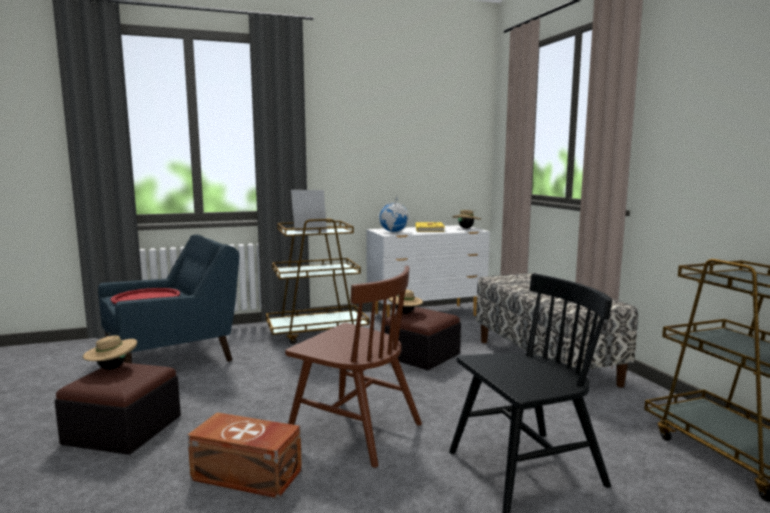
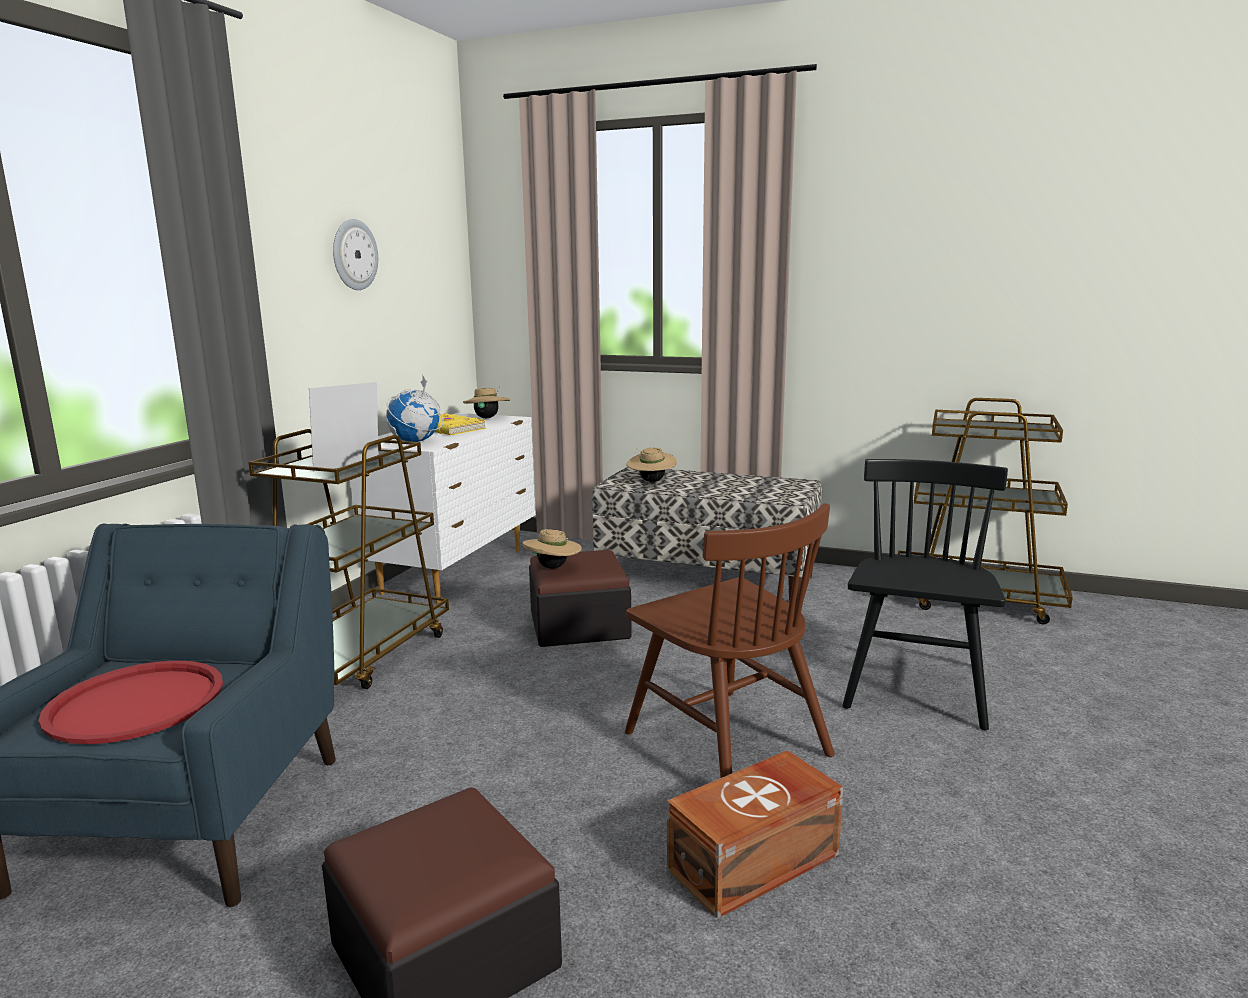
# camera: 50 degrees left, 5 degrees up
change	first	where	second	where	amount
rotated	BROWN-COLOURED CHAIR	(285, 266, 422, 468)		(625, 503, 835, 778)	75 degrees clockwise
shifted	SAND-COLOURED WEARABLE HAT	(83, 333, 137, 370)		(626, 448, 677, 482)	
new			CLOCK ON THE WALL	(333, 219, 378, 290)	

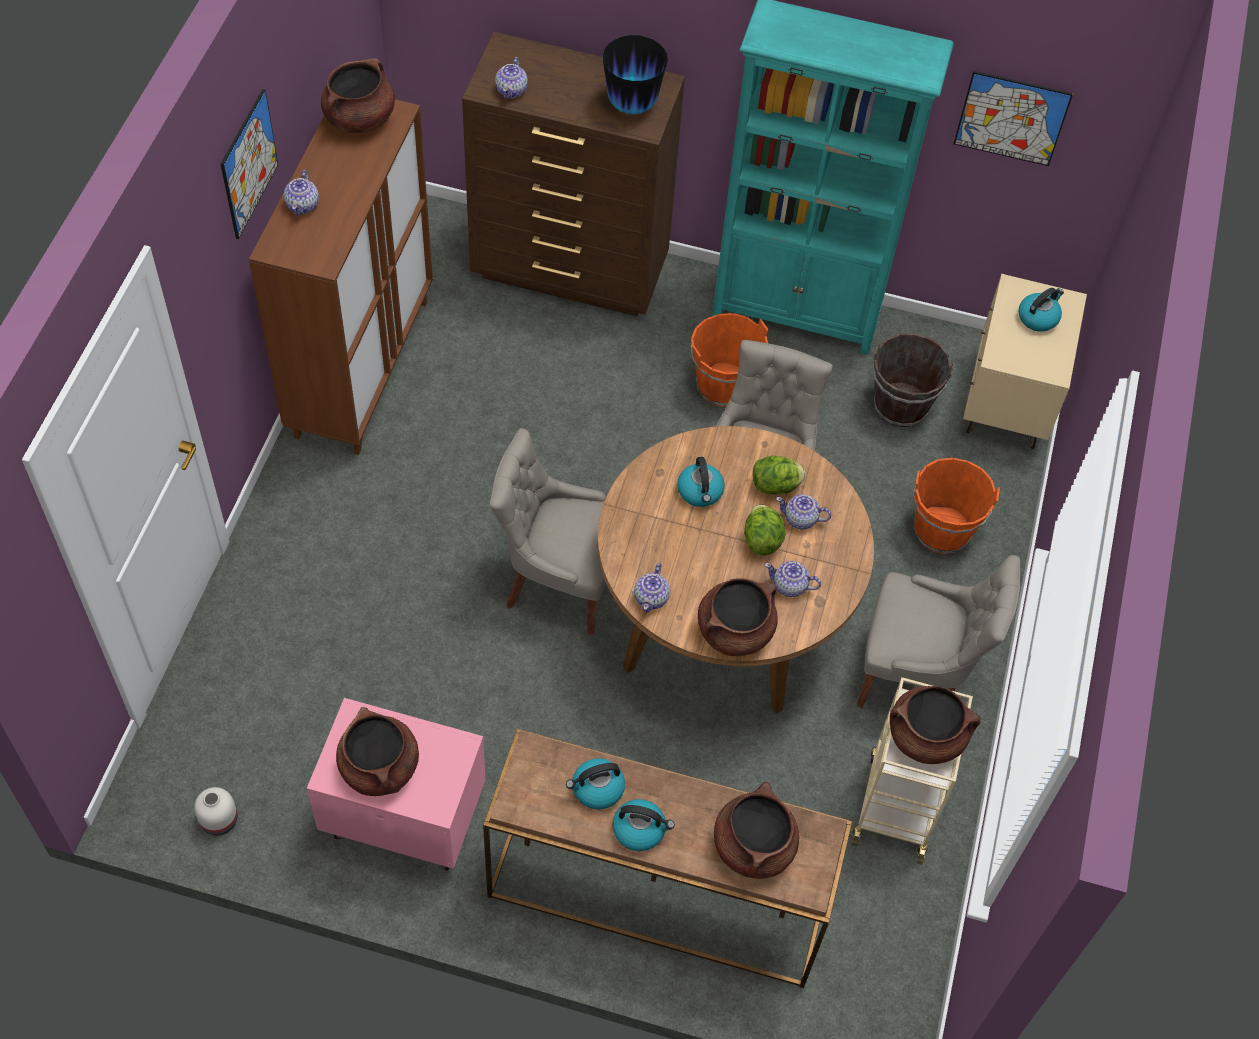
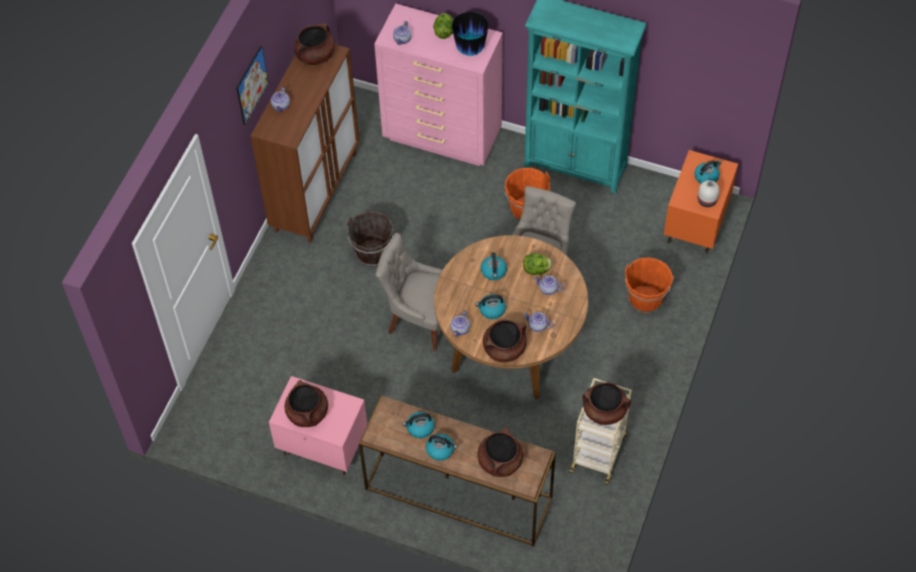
# camera: 10 degrees right, 0 degrees up
change	first	where	second	where	amount
repainted	BROWN-COLOURED CHEST OF DRAWERS	(462, 32, 685, 316)	PINK-COLOURED CHEST OF DRAWERS	(374, 4, 503, 166)	
gone	PICTURE	(954, 71, 1073, 166)			
repainted	SAND-COLOURED NIGHT TABLE	(963, 274, 1087, 449)	ORANGE NIGHT TABLE	(664, 150, 738, 254)	
shifted	BROWN-COLOURED WATER BUCKET	(873, 333, 955, 427)		(347, 211, 393, 266)	
shifted	LETTUCE	(744, 504, 785, 556)		(433, 13, 454, 39)	
gone	GREYISH CHAIR	(857, 555, 1020, 708)			
shifted	WHITE-COLOURED VASE	(194, 787, 237, 836)		(698, 180, 720, 207)	
new			KETTLE	(475, 294, 506, 319)	

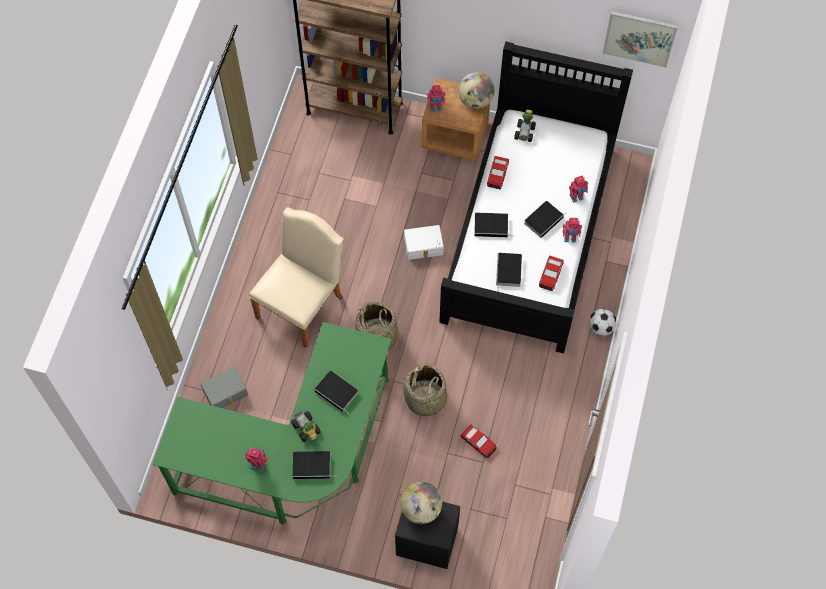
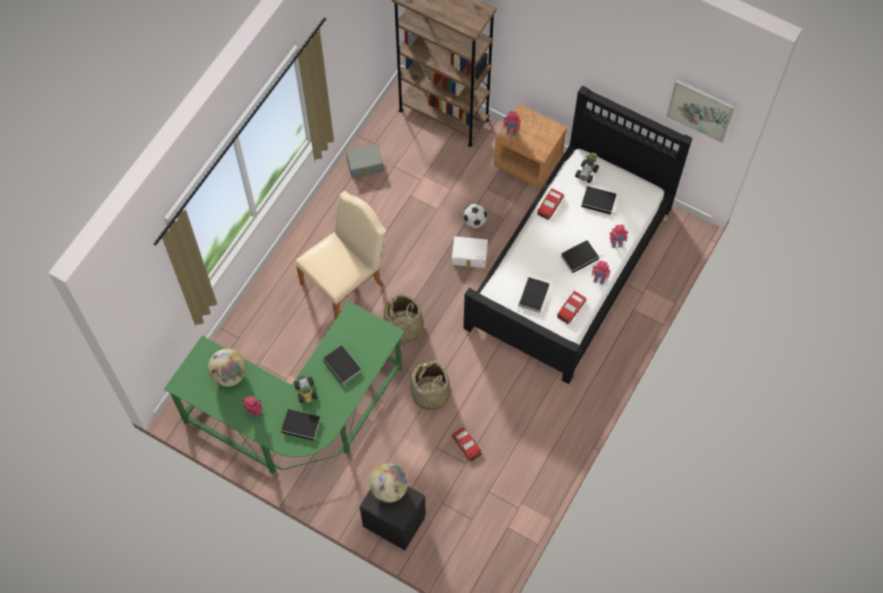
# camera: 15 degrees right, 0 degrees up
change	first	where	second	where	amount
shifted	GLOBE	(458, 72, 495, 109)		(208, 349, 246, 387)	
shifted	VOLUME	(474, 213, 514, 237)		(581, 186, 617, 215)	
shifted	BALL FOR FOOTBALL	(589, 309, 616, 336)		(463, 204, 487, 228)	
shifted	GREYISH STORAGE BOX	(201, 367, 248, 408)		(346, 144, 383, 178)	

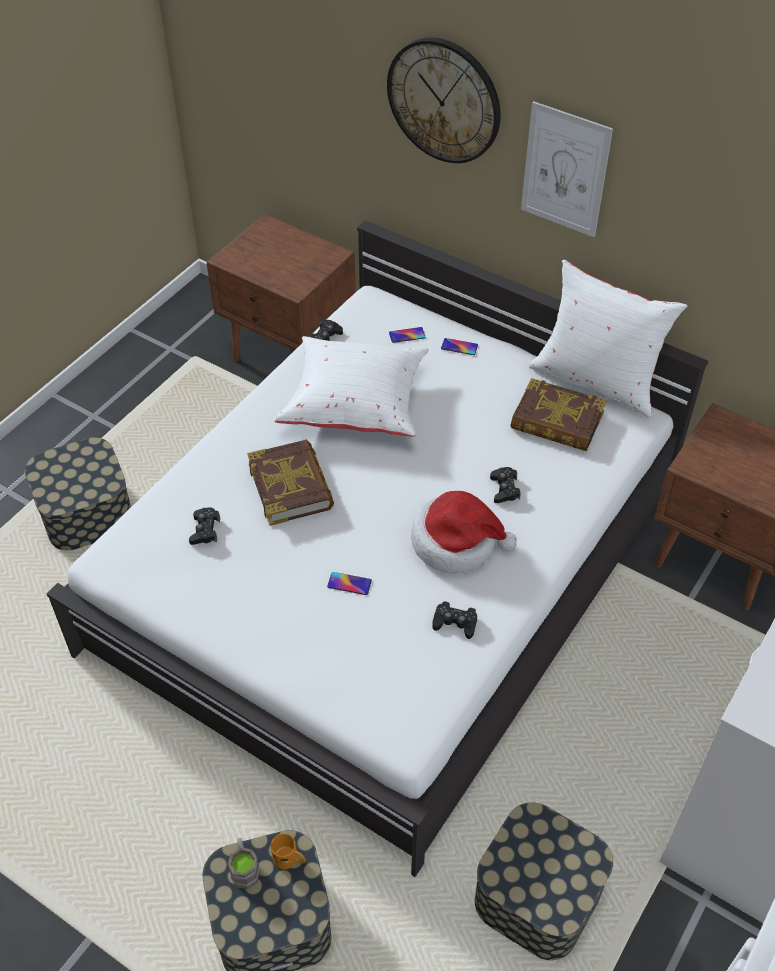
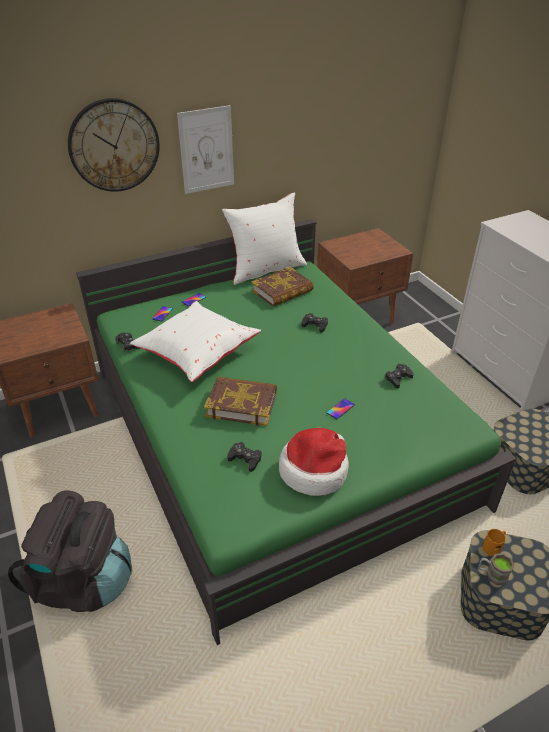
# camera: 60 degrees left, 10 degrees down
change	first	where	second	where	amount
repainted	WHITE-COLOURED BEDROOM BED	(46, 221, 709, 877)	GREEN-COLOURED BEDROOM BED	(76, 219, 517, 645)	
swapped	STORAGE BOX	(25, 437, 131, 550)	BLACK-COLOURED BACKPACK	(8, 490, 132, 612)	
shifted	WEARABLE HAT	(411, 491, 517, 573)		(279, 428, 349, 496)	

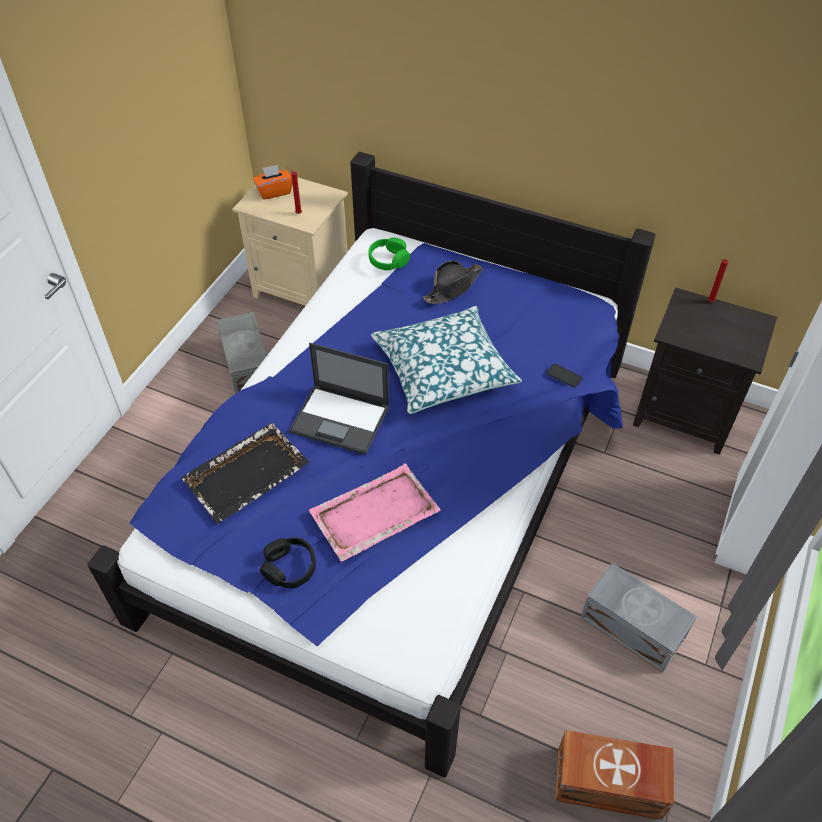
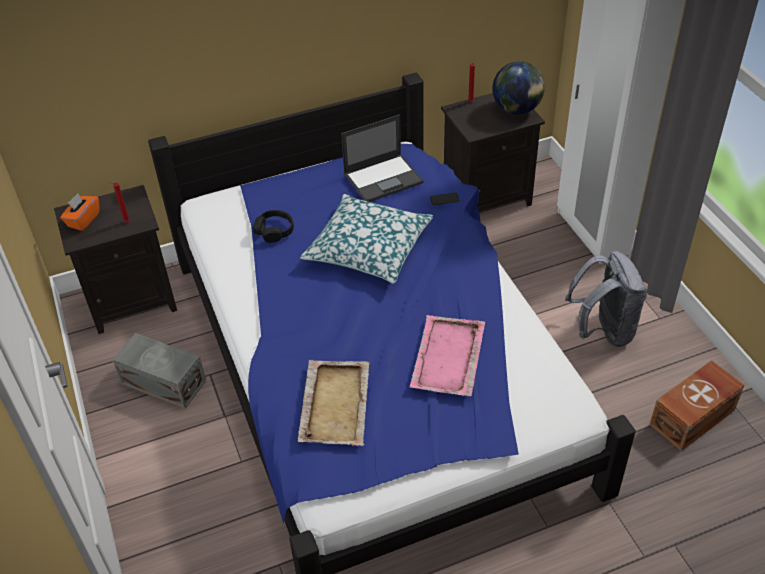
# camera: 45 degrees left, 5 degrees down
change	first	where	second	where	amount
repainted	SAND-COLOURED NIGHT TABLE	(232, 177, 348, 306)	BLACK-COLOURED NIGHT TABLE	(54, 185, 177, 334)	
gone	GREEN-COLOURED HEADPHONES	(369, 237, 410, 270)			
gone	BLACK-COLOURED WEARABLE HAT	(423, 261, 483, 304)			
shifted	LAPTOP	(289, 343, 390, 455)		(341, 115, 424, 202)	
repainted	BLACK-COLOURED SERVING TRAY	(181, 422, 309, 524)	SAND-COLOURED SERVING TRAY	(298, 360, 369, 446)	
shifted	BLACK-COLOURED HEADPHONES	(260, 538, 316, 588)		(253, 210, 294, 243)	
swapped	GREYISH STORAGE BOX	(580, 563, 697, 673)	GREYISH BACKPACK	(566, 251, 647, 347)	
new			GLOBE	(492, 61, 545, 115)	

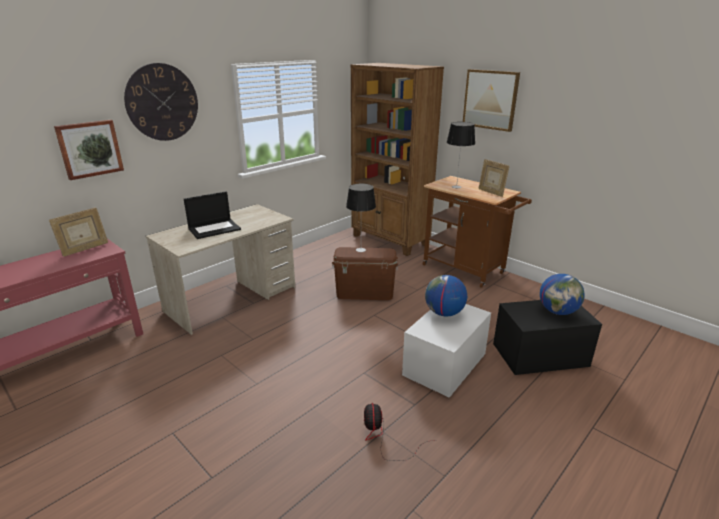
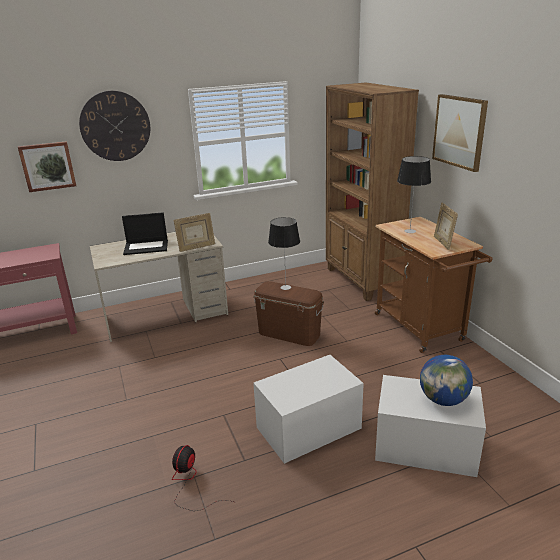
# camera: 25 degrees right, 0 degrees up
change	first	where	second	where	amount
shifted	PICTURE FRAME	(49, 207, 108, 257)		(174, 213, 215, 252)	
gone	GLOBE	(425, 275, 467, 317)			
repainted	BLACK-COLOURED STORAGE BOX	(493, 300, 602, 375)	WHITE-COLOURED STORAGE BOX	(375, 375, 486, 477)	

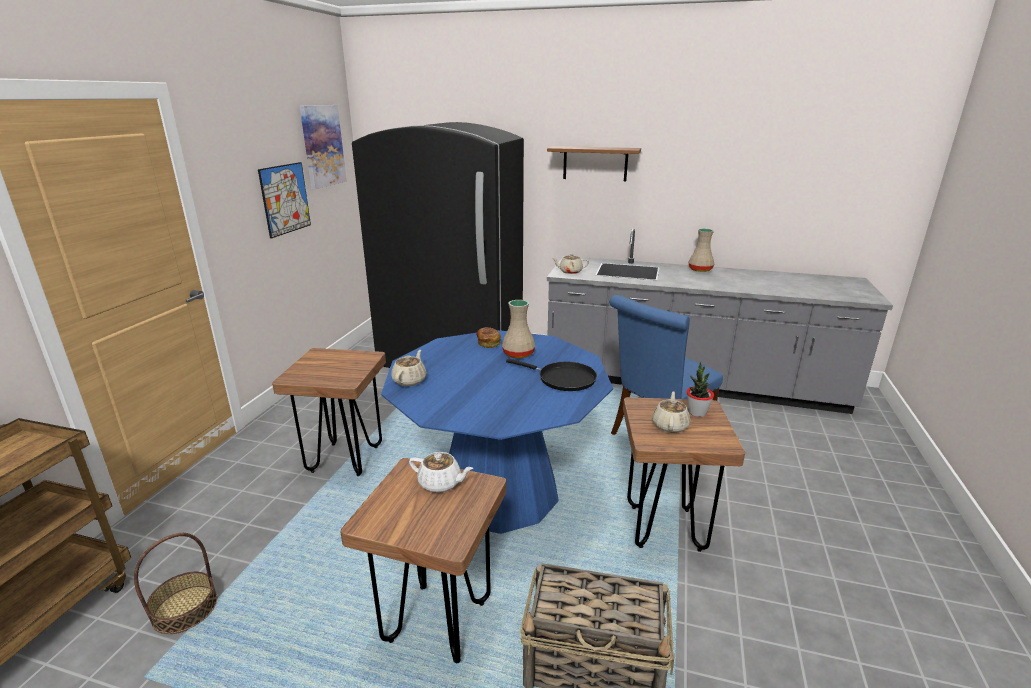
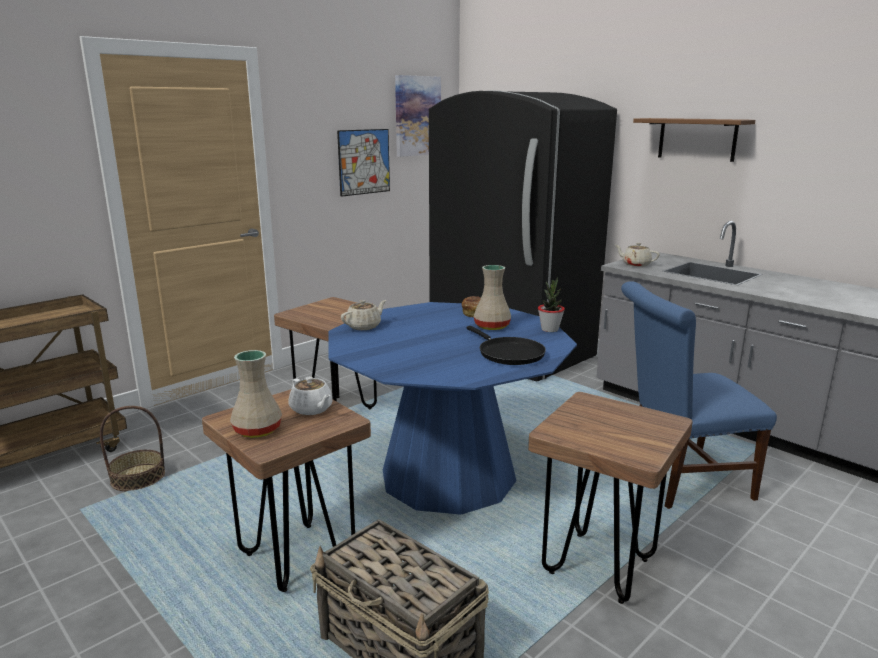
# camera: 30 degrees right, 5 degrees down
change	first	where	second	where	amount
shifted	SAND-COLOURED VASE	(689, 229, 714, 272)		(230, 350, 282, 438)	
shifted	HOUSEPLANT	(686, 362, 714, 417)		(538, 278, 565, 332)	
gone	SAND-COLOURED TEA POT	(652, 391, 690, 433)			

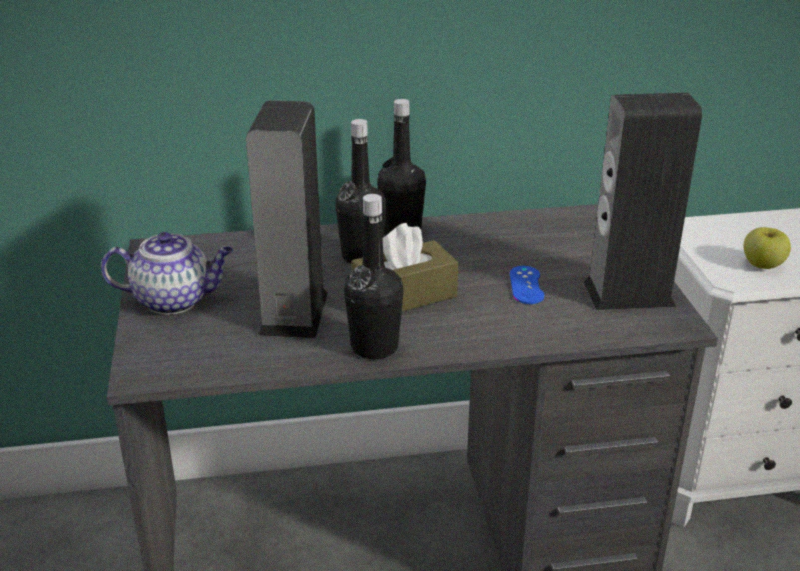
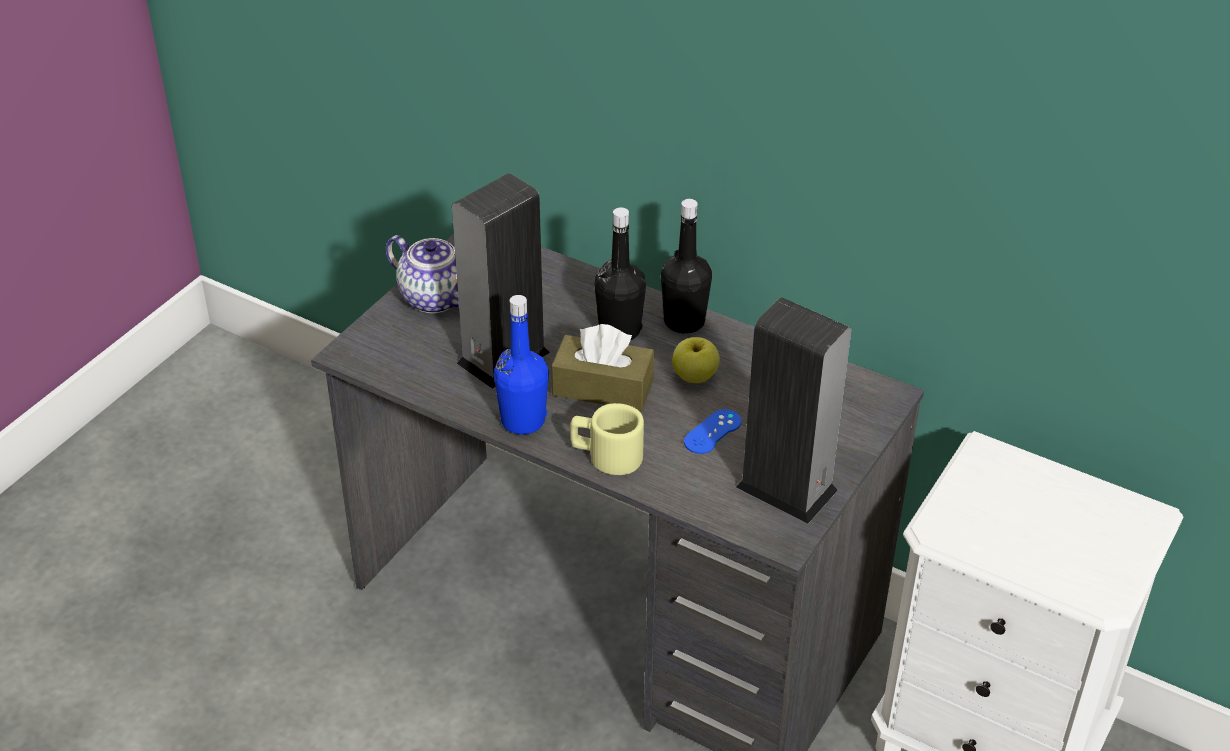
# camera: 40 degrees right, 10 degrees up
change	first	where	second	where	amount
repainted	BLACK-COLOURED BEVERAGE BOTTLE	(344, 194, 404, 359)	BLUE BEVERAGE BOTTLE	(494, 295, 549, 435)	
shifted	APPLE	(743, 227, 791, 269)		(673, 337, 720, 383)	
new			SAND-COLOURED TEA MUG	(570, 403, 644, 475)	

